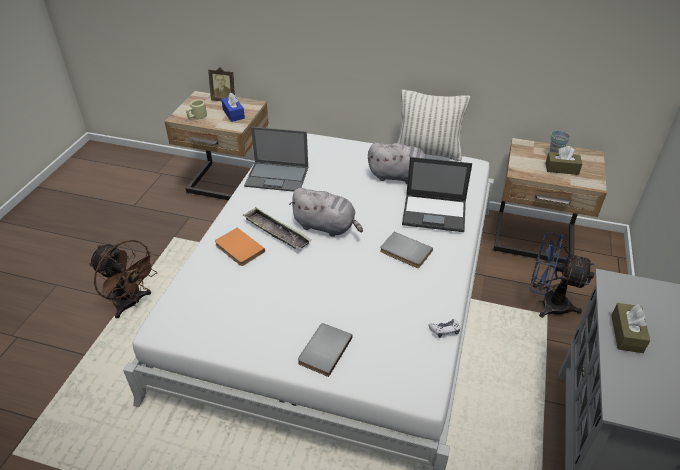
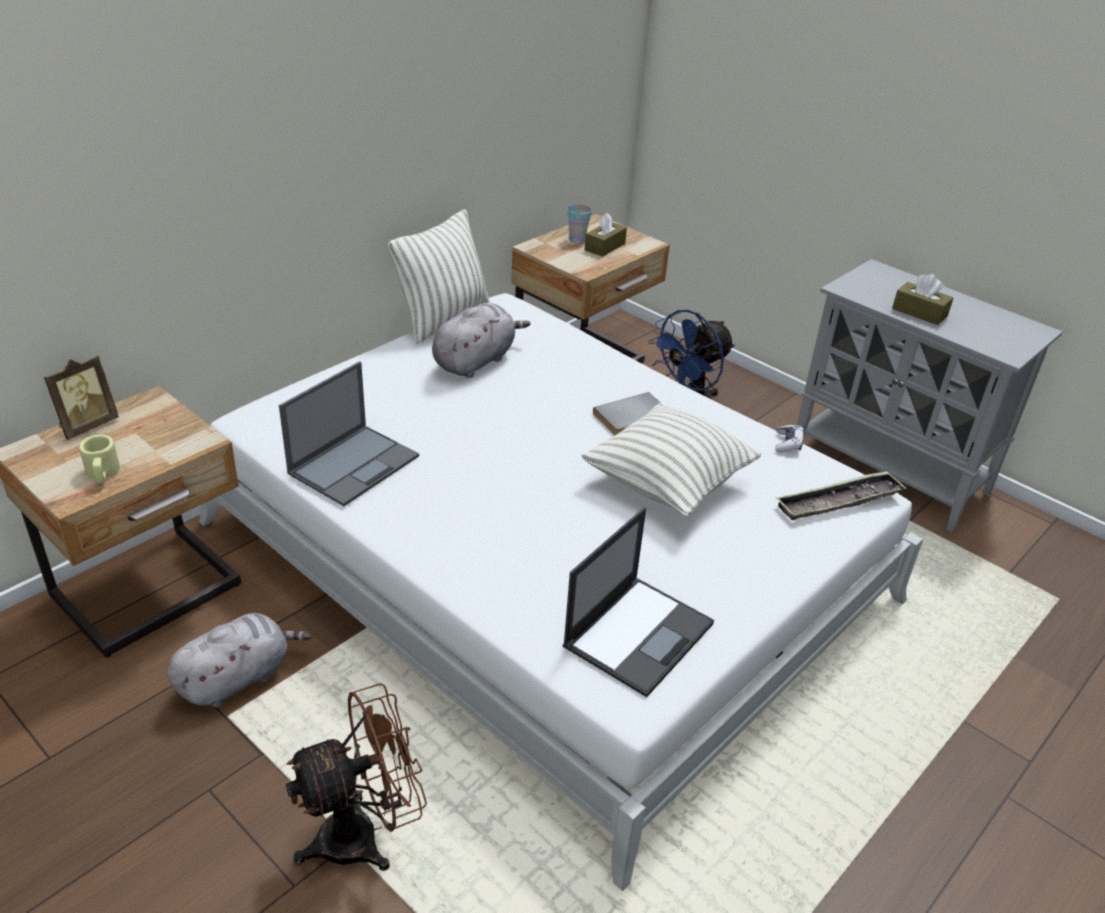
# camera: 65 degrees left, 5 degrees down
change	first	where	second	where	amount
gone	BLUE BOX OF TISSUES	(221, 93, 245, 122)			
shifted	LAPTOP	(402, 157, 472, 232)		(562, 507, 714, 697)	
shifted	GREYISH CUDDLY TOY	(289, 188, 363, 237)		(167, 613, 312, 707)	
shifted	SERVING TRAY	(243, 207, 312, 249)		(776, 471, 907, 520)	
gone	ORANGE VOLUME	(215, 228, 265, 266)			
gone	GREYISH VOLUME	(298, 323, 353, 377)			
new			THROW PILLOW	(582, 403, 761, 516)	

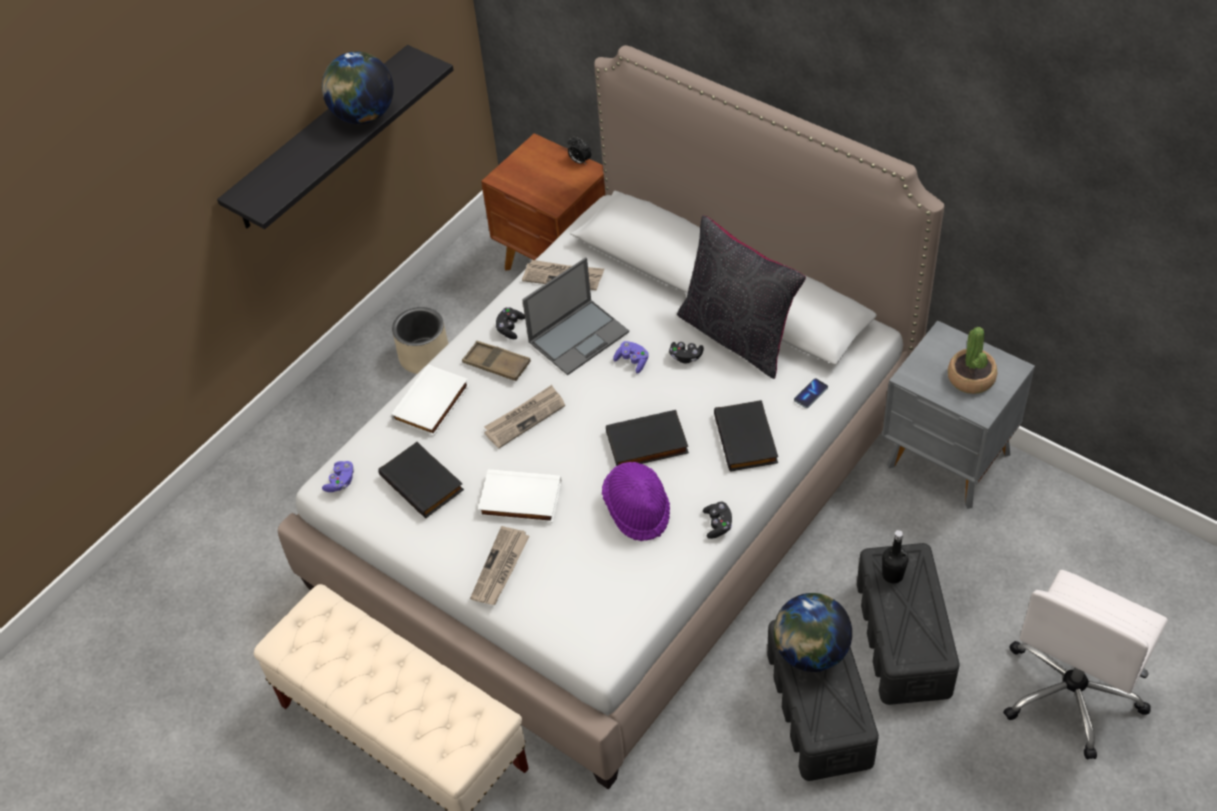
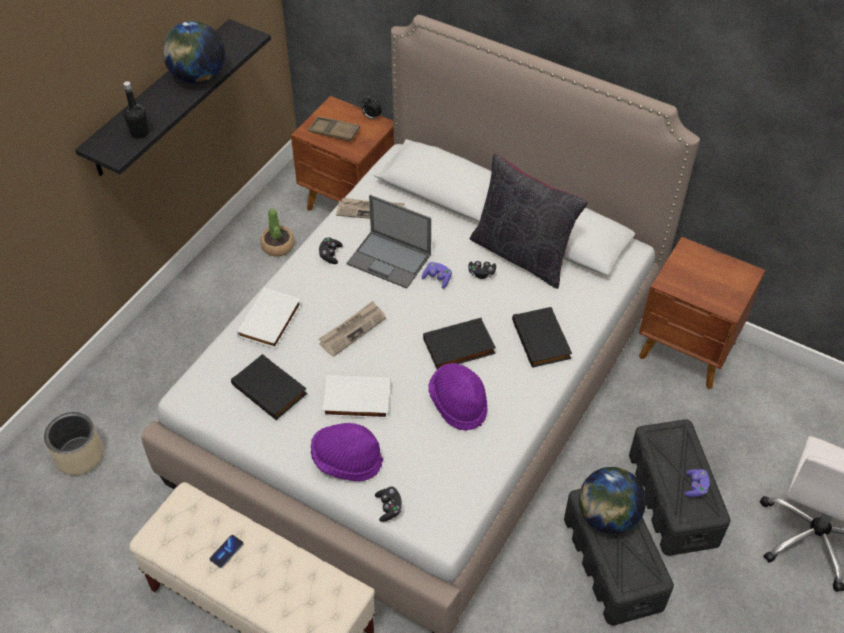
# camera: 10 degrees left, 0 degrees up
change	first	where	second	where	amount
rotated	LAPTOP	(522, 257, 629, 375)		(347, 195, 431, 289)	75 degrees clockwise
shifted	SAND-COLOURED PLANT POT	(392, 307, 449, 374)		(44, 412, 104, 476)	
repainted	GREYISH NIGHT TABLE	(882, 320, 1035, 509)	BROWN-COLOURED NIGHT TABLE	(639, 237, 765, 389)	
shifted	HOUSEPLANT	(948, 327, 997, 394)		(260, 209, 294, 257)	
shifted	BROWN-COLOURED SERVING TRAY	(462, 341, 531, 381)		(308, 116, 360, 141)	
shifted	HANDSET	(794, 379, 828, 408)		(210, 535, 244, 568)	
shifted	PURPLE-COLOURED GAMEPAD	(322, 461, 354, 492)		(685, 469, 710, 497)	
shifted	BLACK-COLOURED GAMEPAD	(703, 502, 732, 539)		(375, 487, 402, 522)	
swapped	DAILY PAPER	(470, 526, 529, 605)	PURPLE-COLOURED WEARABLE HAT	(311, 423, 383, 481)	
shifted	BLACK-COLOURED BEVERAGE BOTTLE	(882, 530, 909, 584)		(123, 81, 149, 139)	

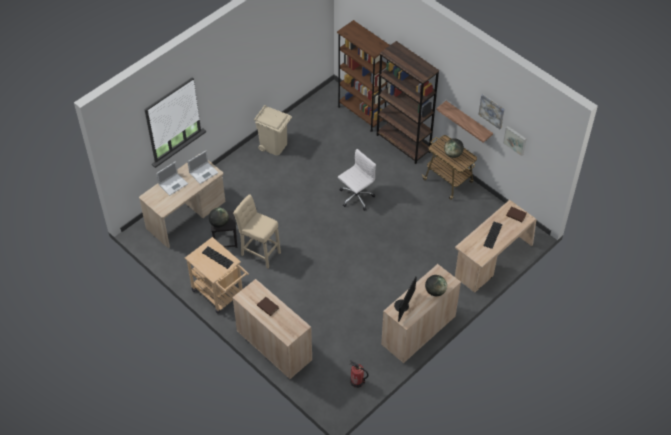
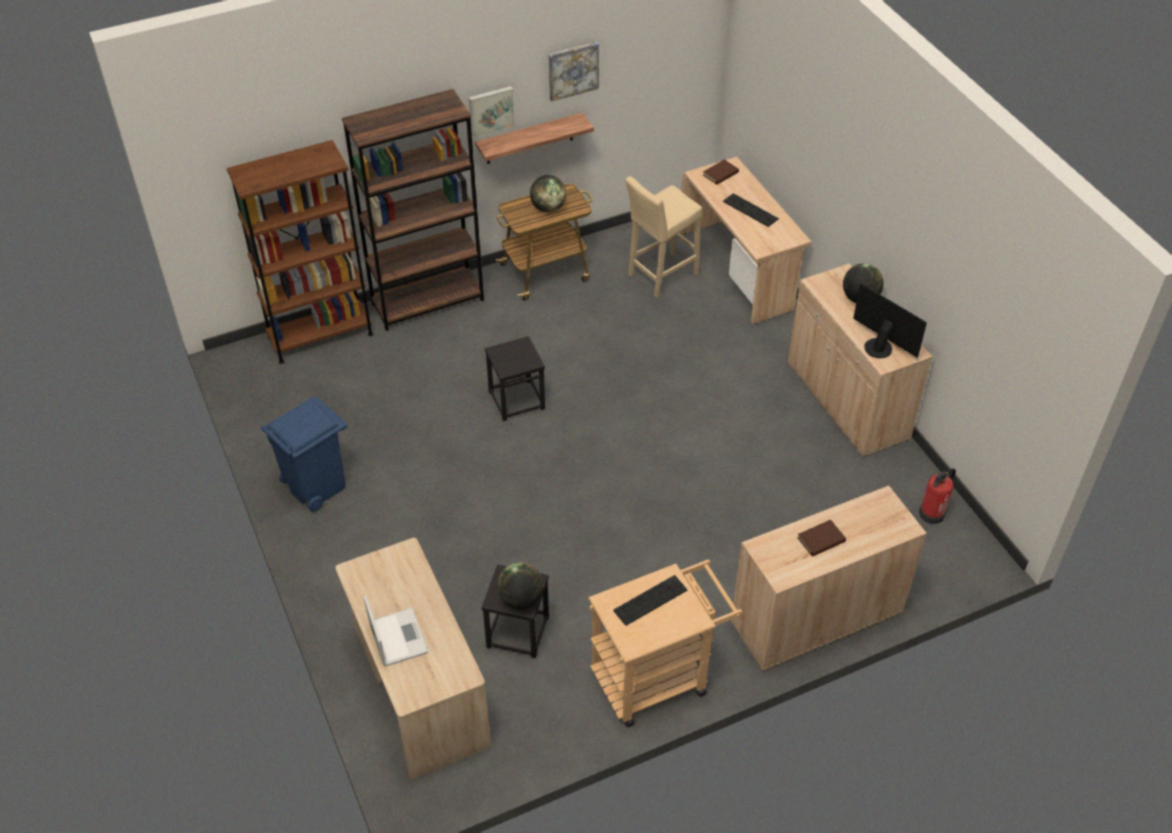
# camera: 70 degrees left, 5 degrees down
change	first	where	second	where	amount
repainted	SAND-COLOURED TRASH CAN	(254, 105, 292, 156)	BLUE TRASH CAN	(261, 397, 348, 511)	
shifted	PICTURE	(503, 126, 526, 156)		(469, 86, 515, 138)	
swapped	WHITE-COLOURED COMPUTER CHAIR	(338, 149, 376, 211)	BLACK-COLOURED STOOL	(485, 336, 545, 421)	
gone	LAPTOP	(187, 151, 219, 184)			
shifted	SAND-COLOURED STOOL	(233, 194, 281, 268)		(625, 176, 702, 298)	

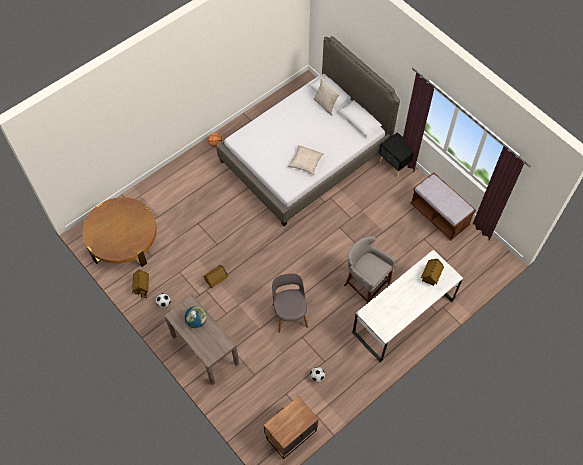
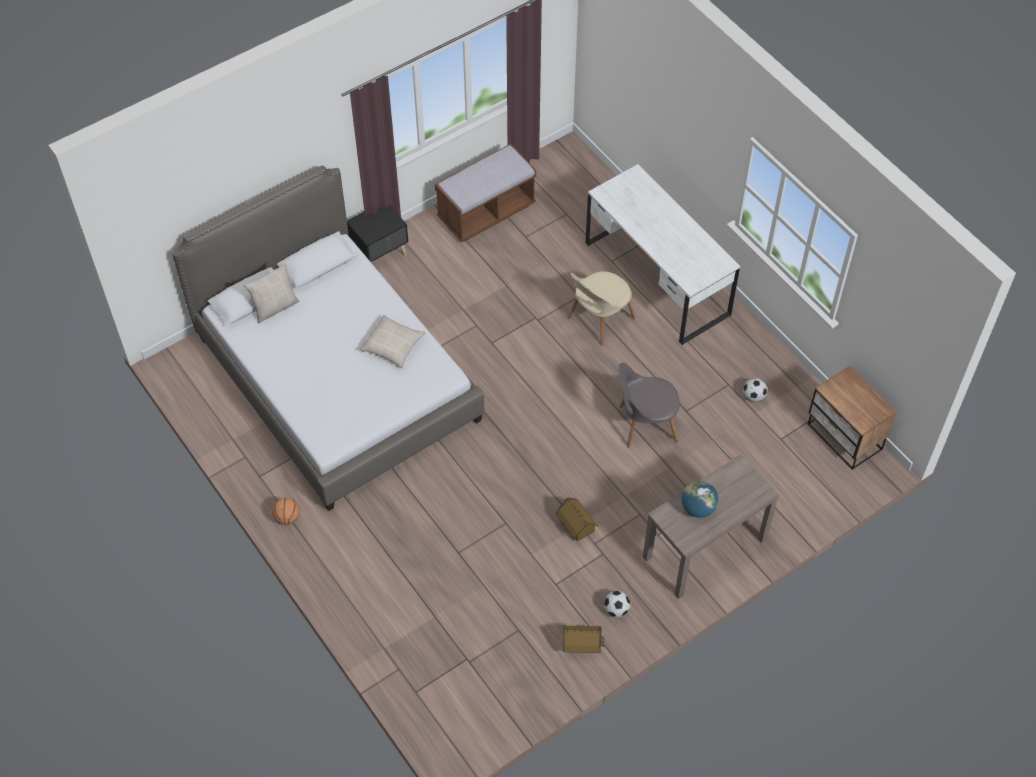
# camera: 85 degrees left, 5 degrees down
change	first	where	second	where	amount
gone	BROWN-COLOURED COFFEE TABLE	(82, 197, 157, 267)			
swapped	GREYISH STOOL	(344, 236, 395, 303)	SAND-COLOURED CHAIR	(568, 271, 636, 346)	
gone	MINIATURE HOUSE	(421, 259, 444, 286)			

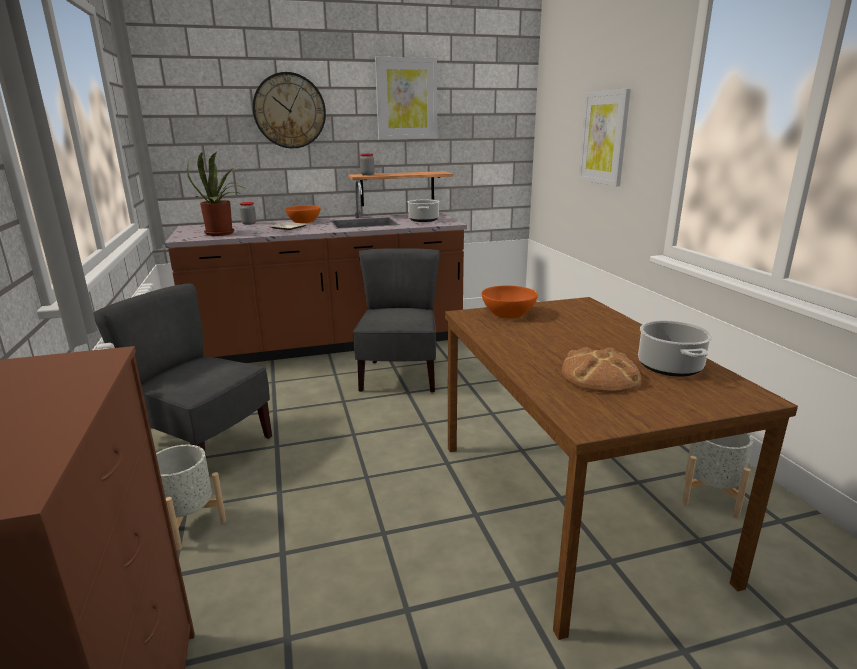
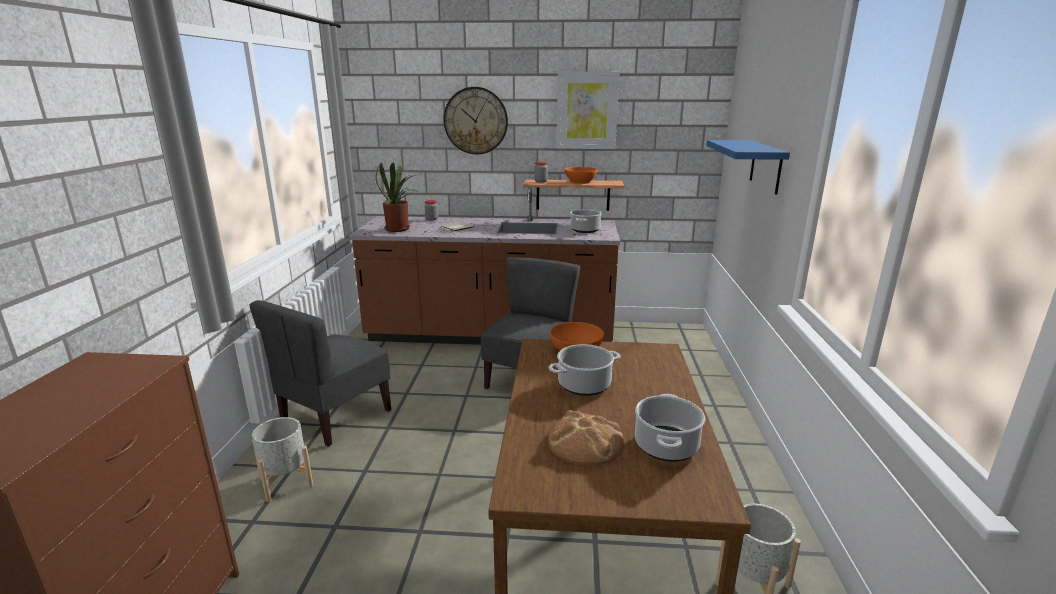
# camera: 20 degrees right, 0 degrees up
change	first	where	second	where	amount
swapped	PICTURE	(578, 89, 631, 186)	BLUE WALL SHELF	(706, 140, 790, 195)	
shifted	ORANGE SERVING BOWL	(285, 205, 321, 223)		(565, 167, 597, 184)	
rotated	GREYISH CHAIR	(93, 283, 272, 455)		(249, 300, 391, 446)	105 degrees counterclockwise
new			SAUCEPOT	(549, 344, 621, 396)	

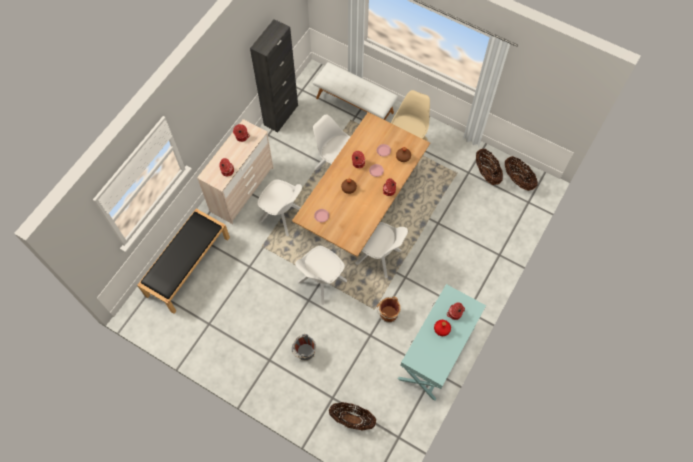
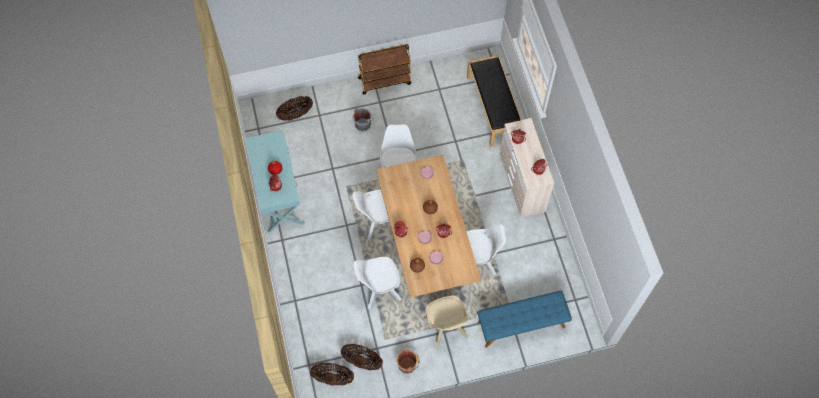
# camera: 135 degrees right, 0 degrees up
change	first	where	second	where	amount
gone	BLACK-COLOURED CUPBOARD	(250, 19, 298, 132)			
repainted	WHITE-COLOURED INDOOR BENCH	(313, 62, 398, 120)	BLUE INDOOR BENCH	(477, 290, 572, 348)	
shifted	WHITE-COLOURED CHAIR	(257, 180, 302, 236)		(353, 257, 402, 309)	
shifted	BROWN-COLOURED WATER BUCKET	(377, 296, 401, 323)		(396, 348, 420, 374)	
new			BROWN-COLOURED CART	(358, 44, 412, 94)	

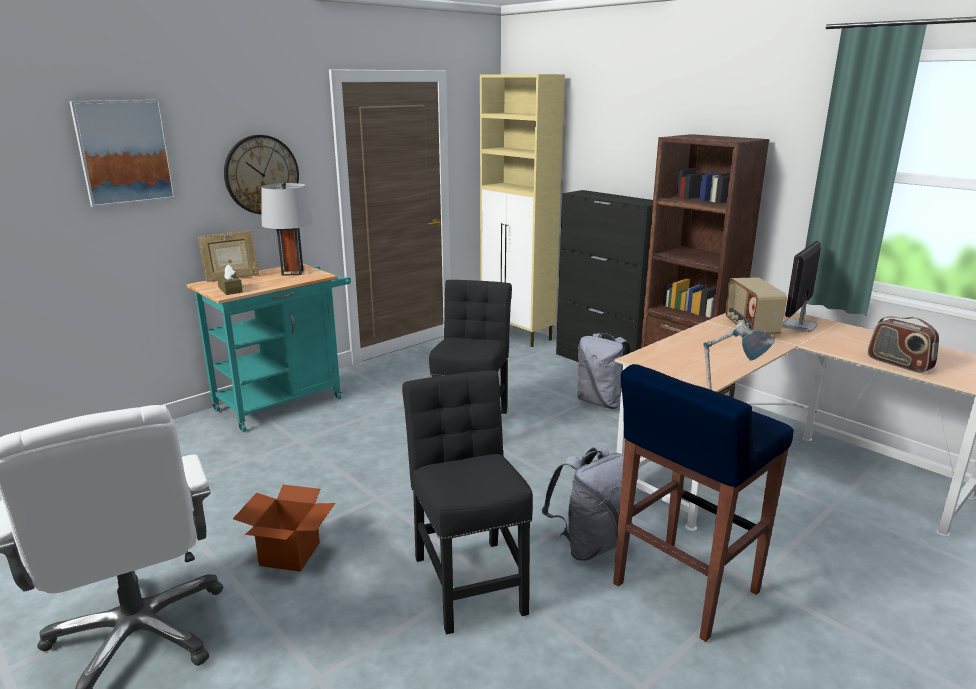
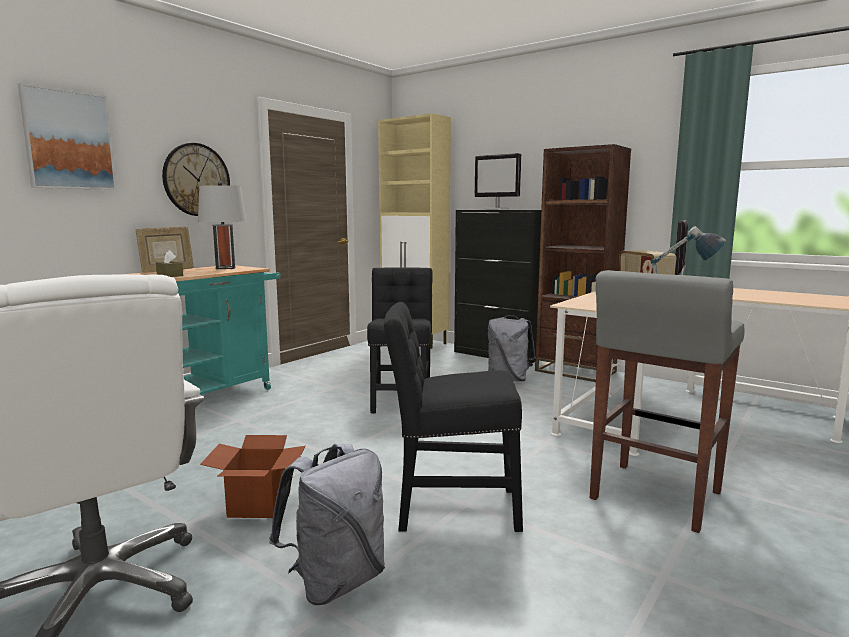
# camera: 10 degrees left, 10 degrees down
change	first	where	second	where	amount
gone	RADIO	(868, 316, 939, 373)			
repainted	BLUE STOOL	(613, 364, 794, 642)	GREYISH STOOL	(590, 270, 745, 533)	
rotated	BLACK-COLOURED CHAIR	(402, 370, 533, 634)		(384, 302, 523, 532)	60 degrees counterclockwise
shifted	GREYISH BACKPACK	(542, 447, 624, 561)		(269, 444, 385, 605)	
new			MONITOR	(475, 153, 521, 210)	

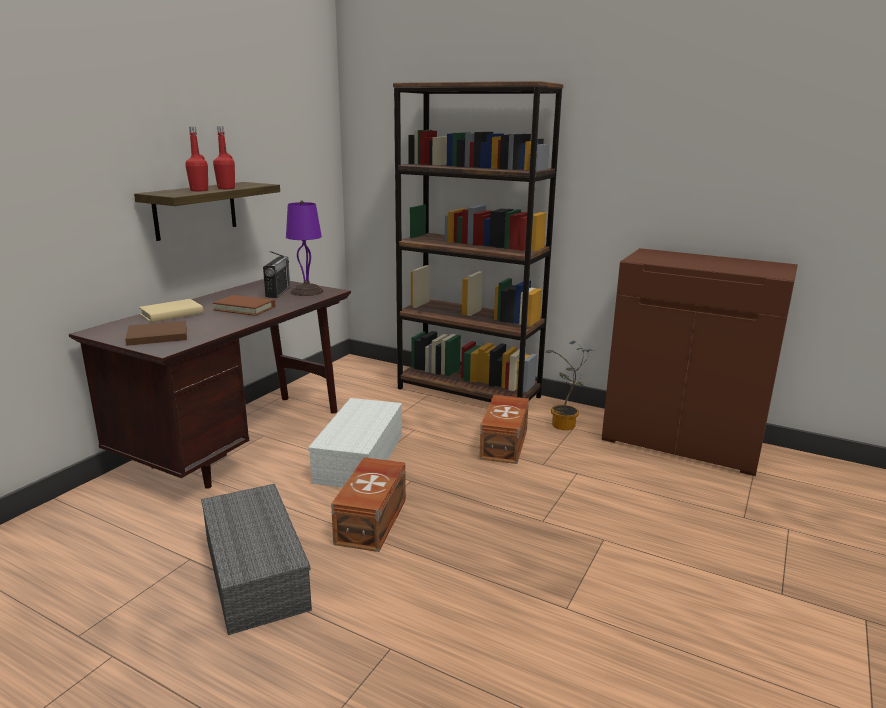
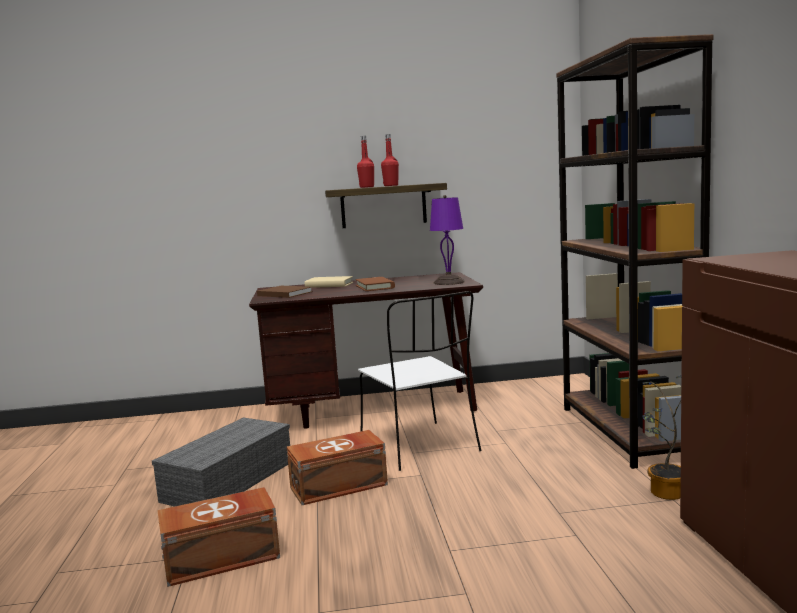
# camera: 55 degrees right, 10 degrees down
change	first	where	second	where	amount
gone	RADIO	(263, 251, 290, 298)			
shifted	BROWN-COLOURED STORAGE BOX	(479, 395, 529, 464)		(157, 487, 280, 587)	
swapped	WHITE-COLOURED STORAGE BOX	(308, 398, 402, 488)	WHITE-COLOURED CHAIR	(358, 291, 481, 471)	

